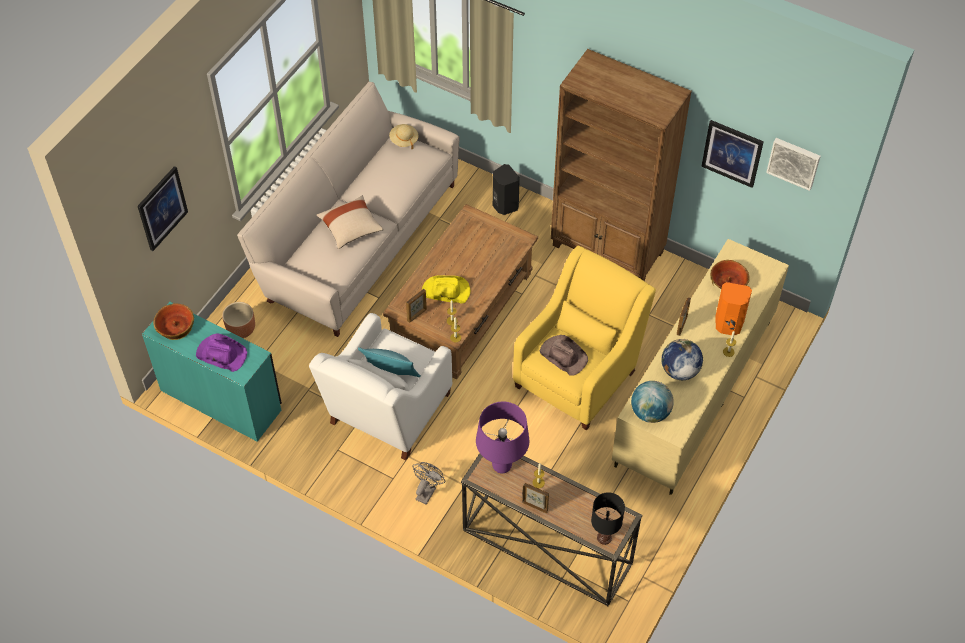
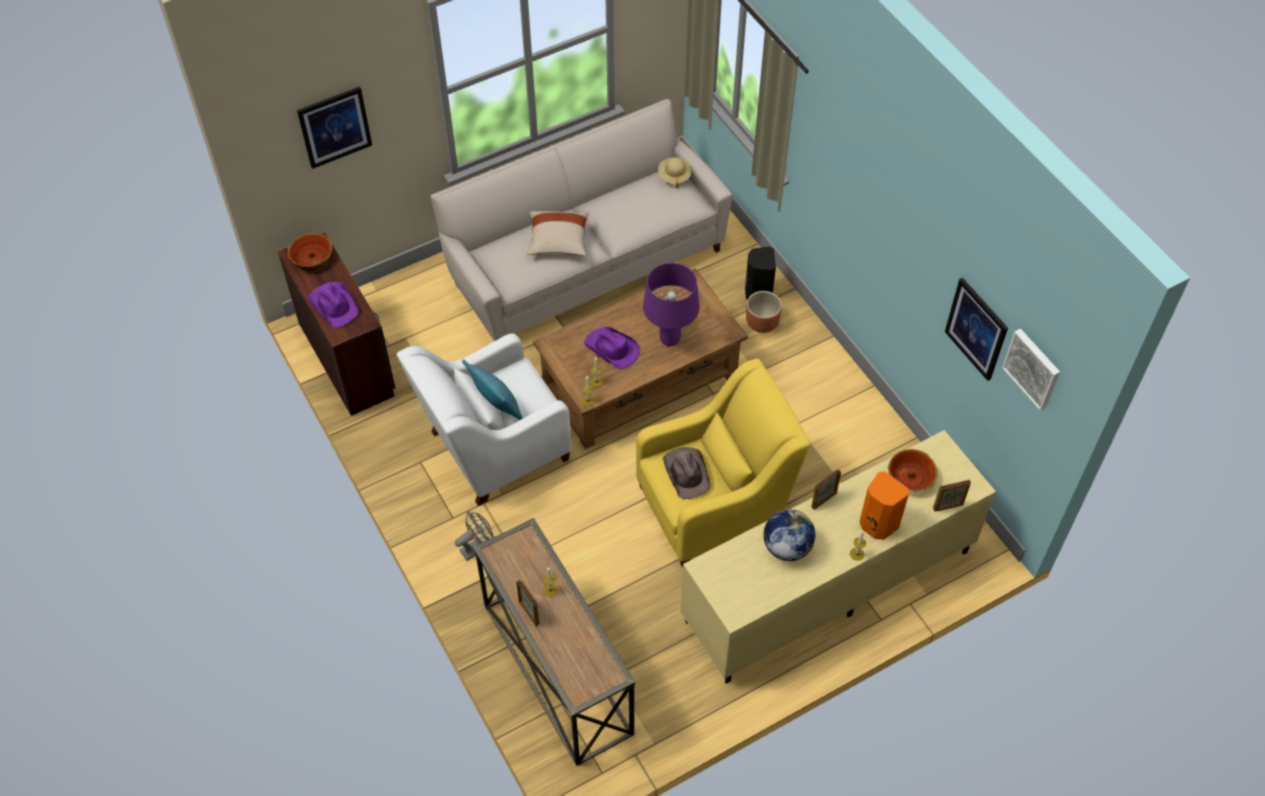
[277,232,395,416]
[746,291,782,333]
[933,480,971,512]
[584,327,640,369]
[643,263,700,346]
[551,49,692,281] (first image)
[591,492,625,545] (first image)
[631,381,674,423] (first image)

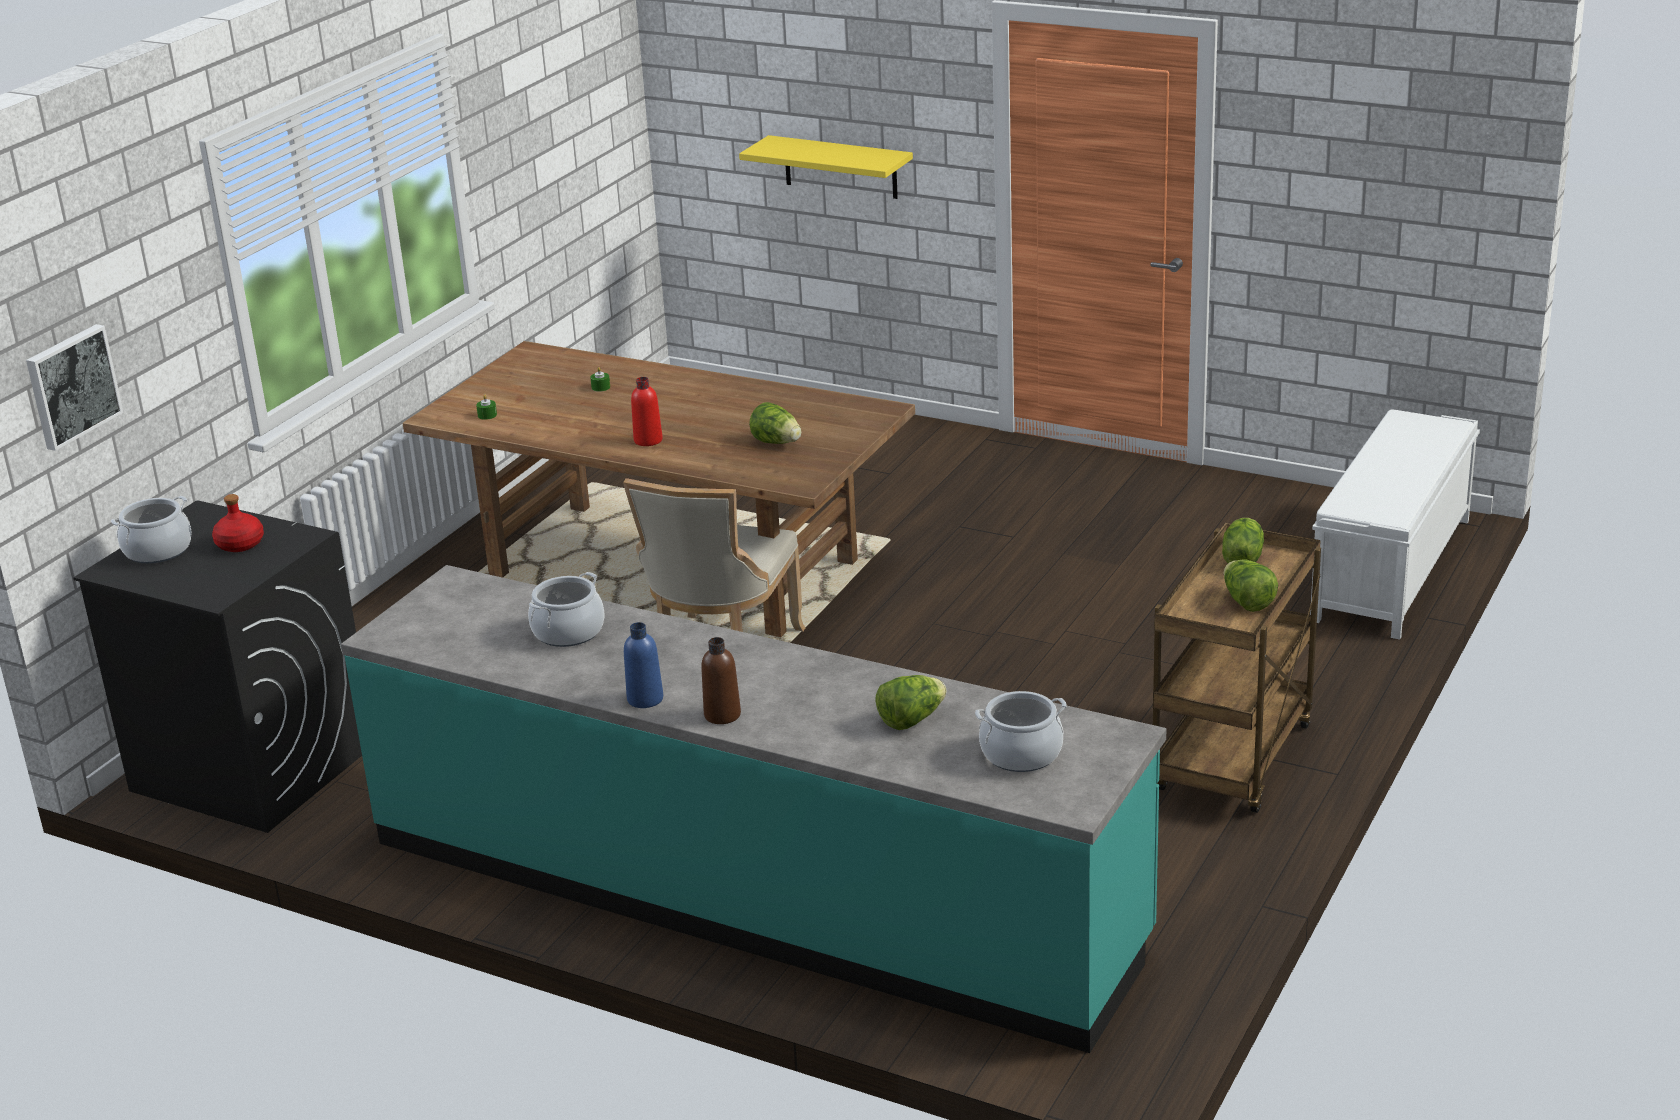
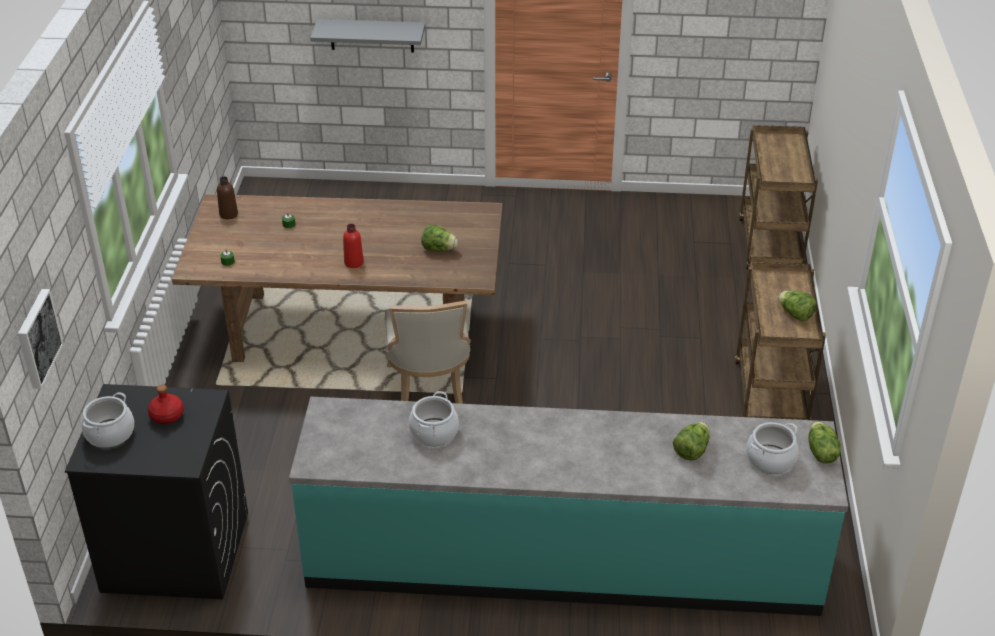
[624,622,663,708] (first image)
[217,176,238,219]
[310,19,425,53]
[808,421,841,464]
[739,125,818,269]

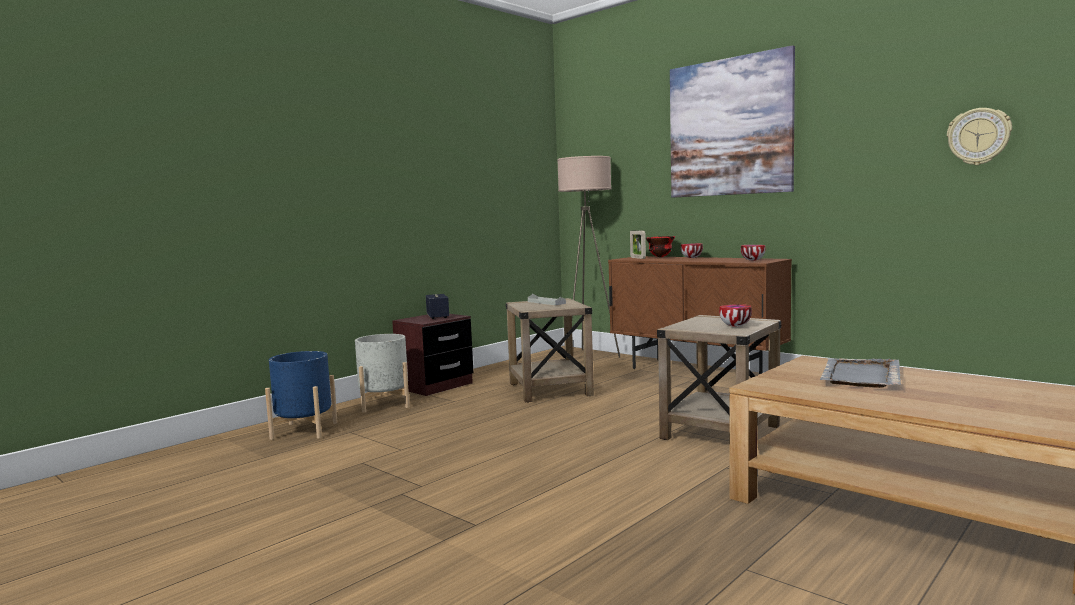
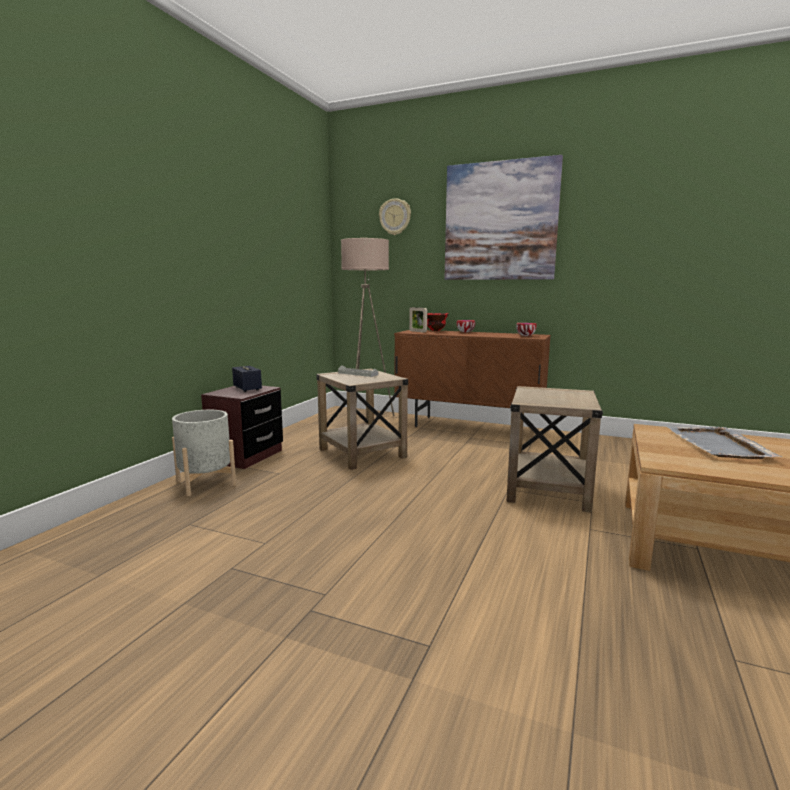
[265,351,338,440] (first image)
[719,304,752,327] (first image)
[379,198,411,235]

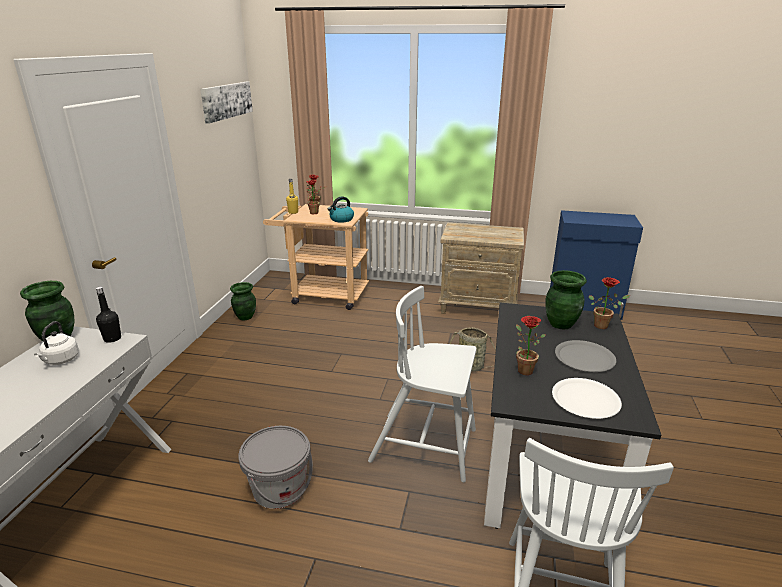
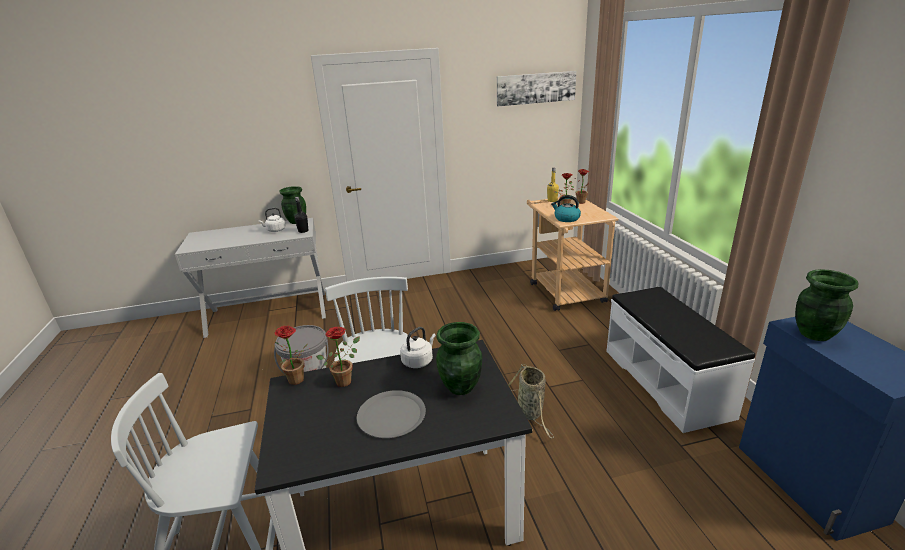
[795,269,859,341]
[606,287,755,433]
[552,378,622,419] (first image)
[274,326,308,385]
[400,327,436,368]

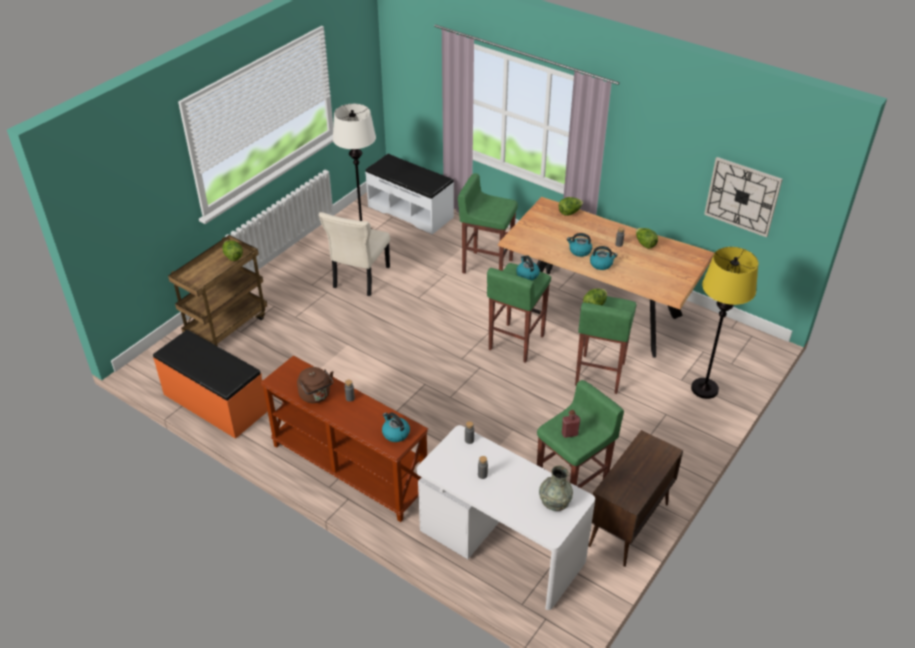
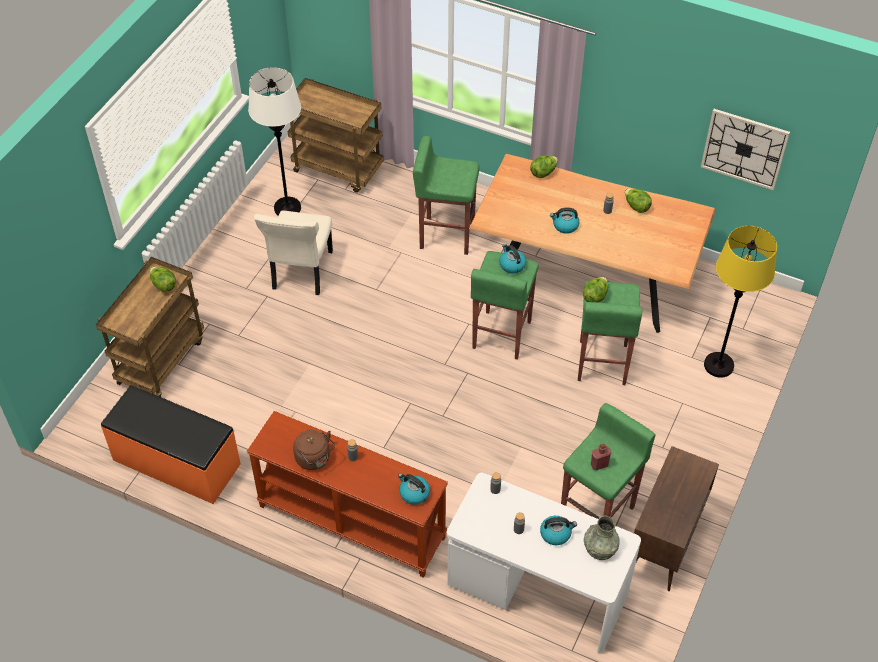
[288,78,384,193]
[540,516,577,545]

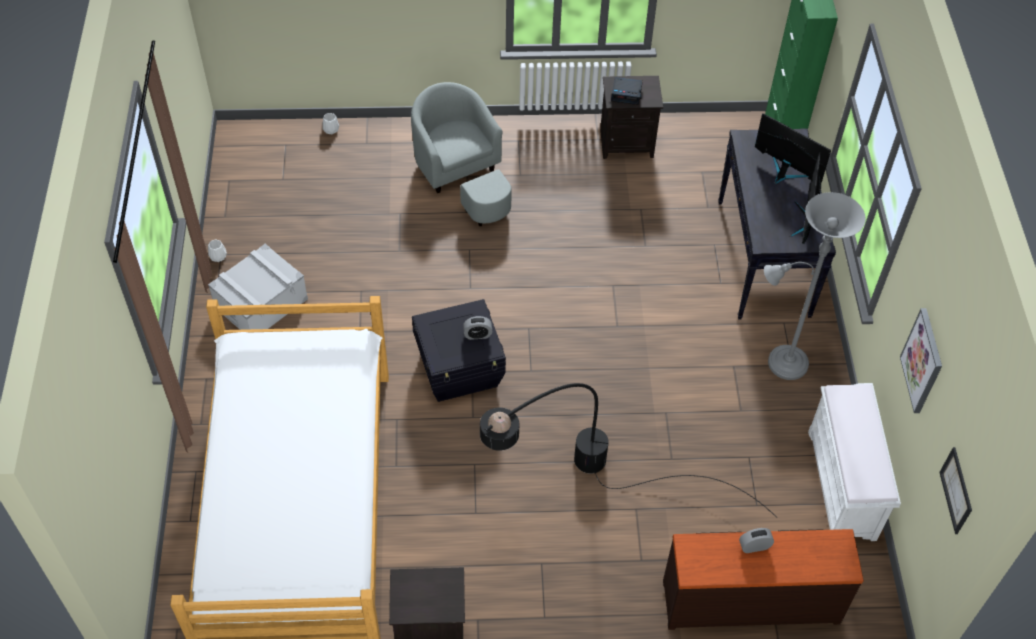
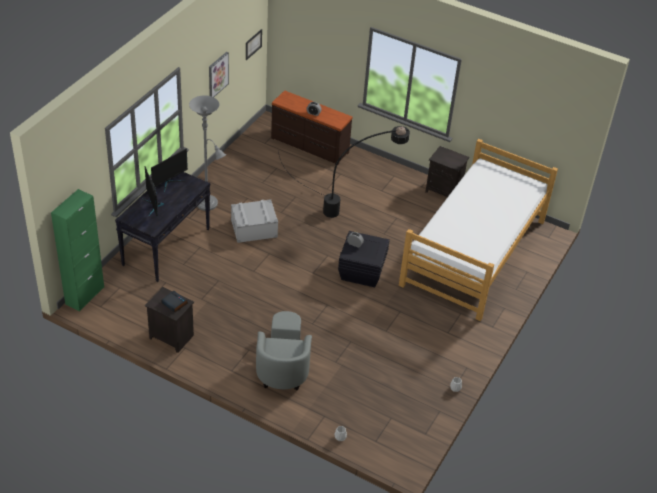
[231,199,278,243]
[808,383,901,541] (first image)

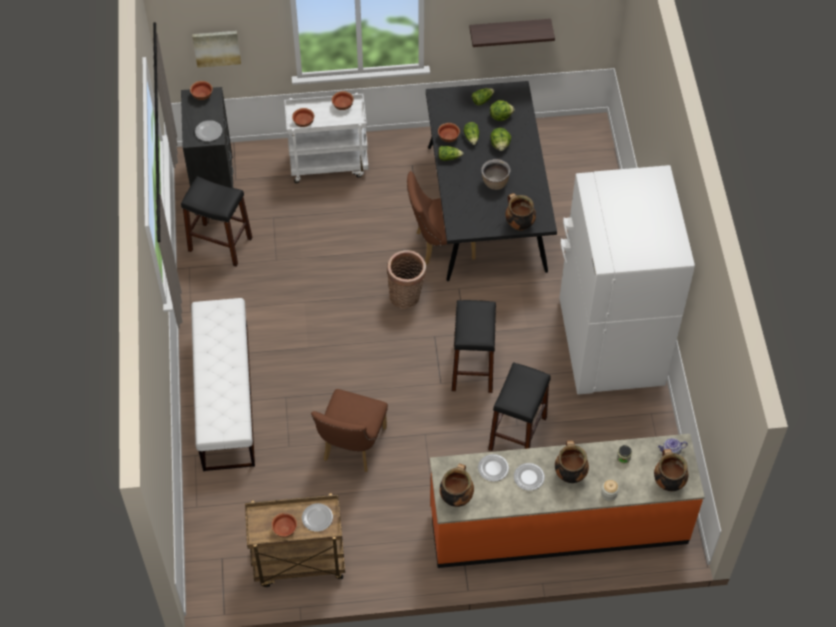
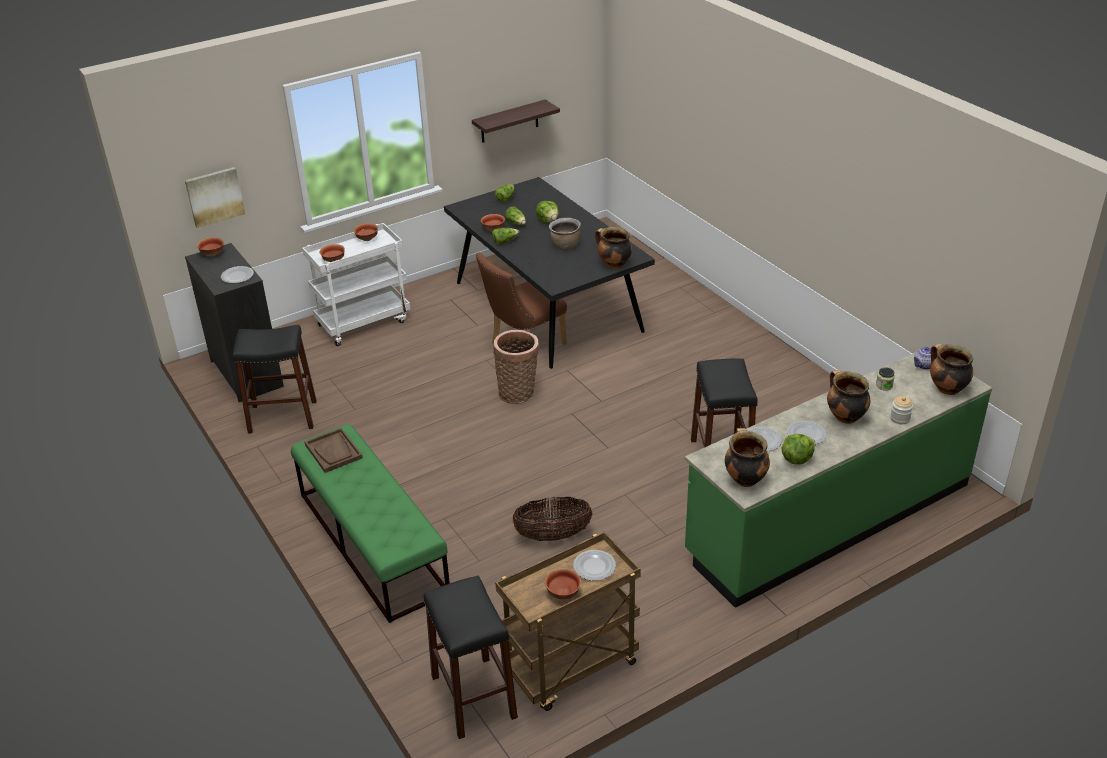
[291,424,450,623]
[512,497,593,541]
[685,352,993,608]
[424,575,518,739]
[781,434,815,465]
[559,165,695,395] (first image)
[304,428,363,473]

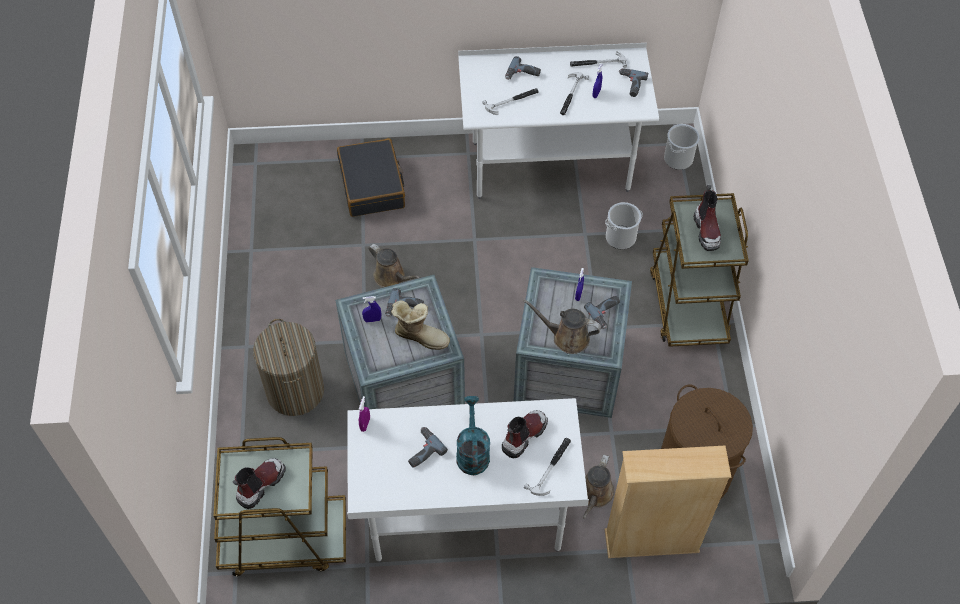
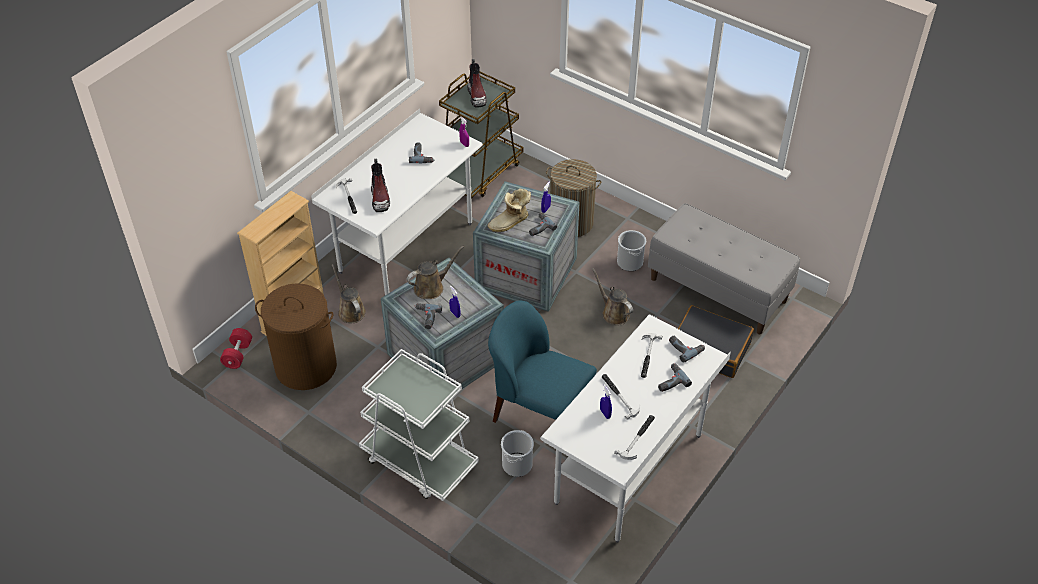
[592,268,633,325]
[456,396,490,475] (first image)
[669,336,705,363]
[359,349,479,501]
[617,230,646,271]
[693,185,721,251] (first image)
[220,328,252,369]
[488,300,597,423]
[648,203,800,334]

